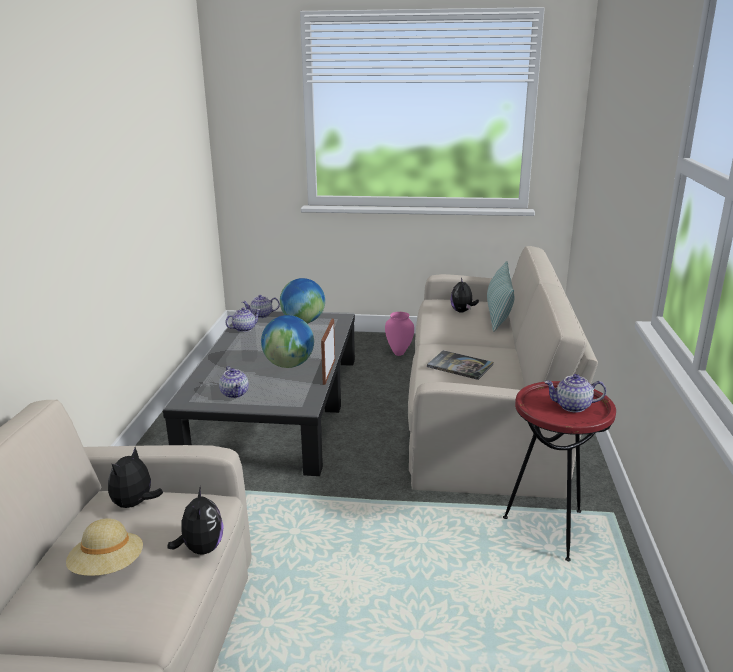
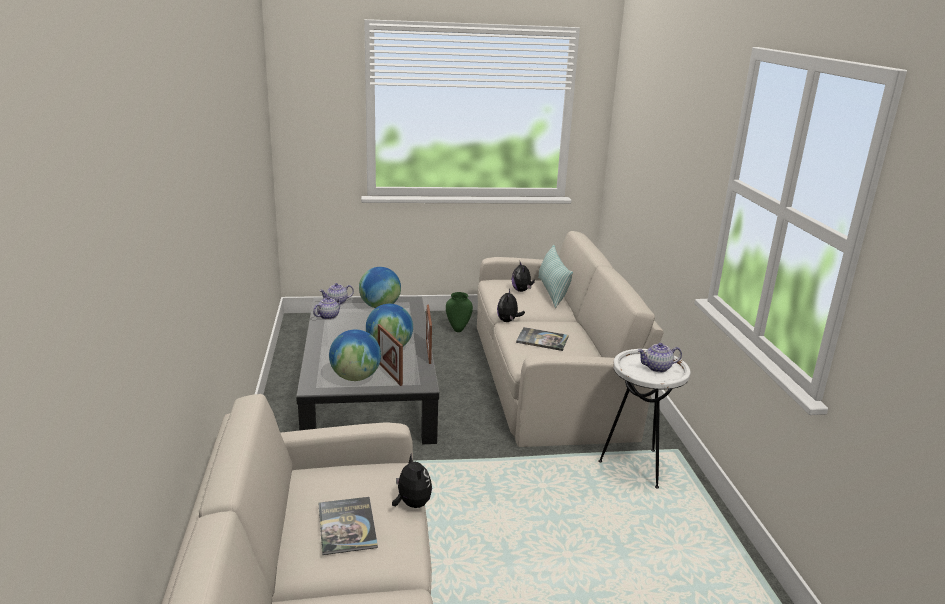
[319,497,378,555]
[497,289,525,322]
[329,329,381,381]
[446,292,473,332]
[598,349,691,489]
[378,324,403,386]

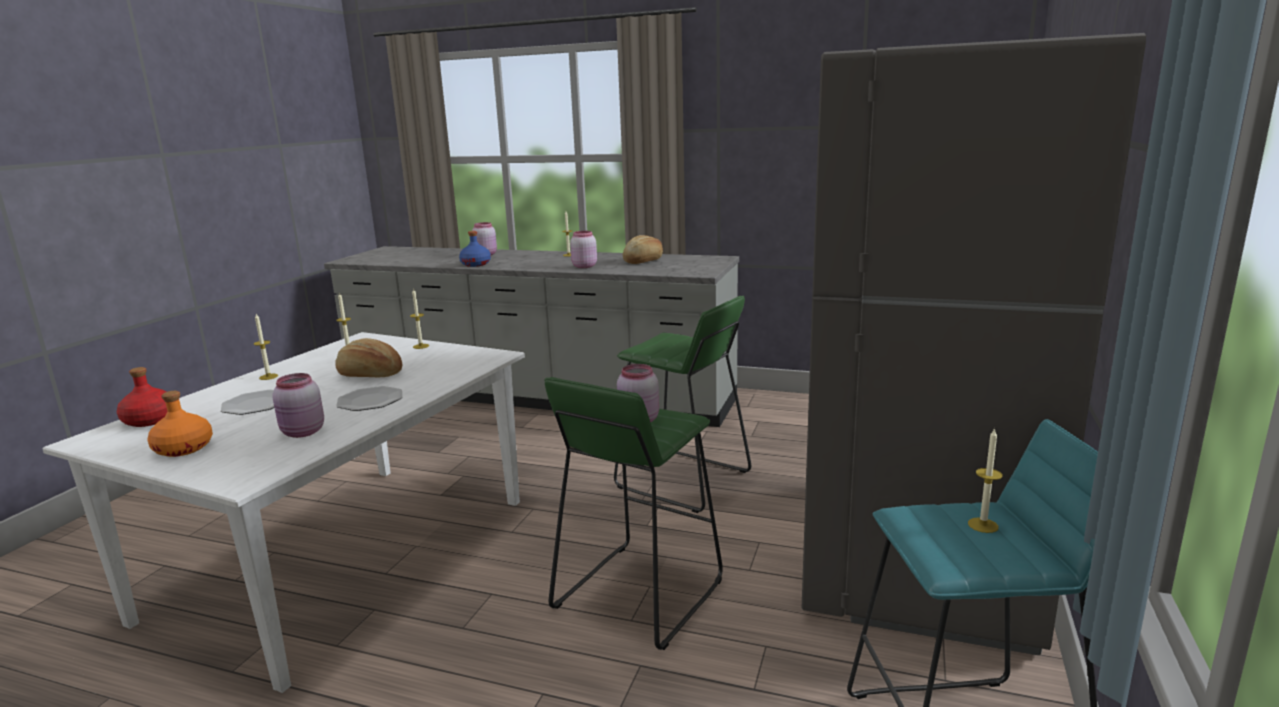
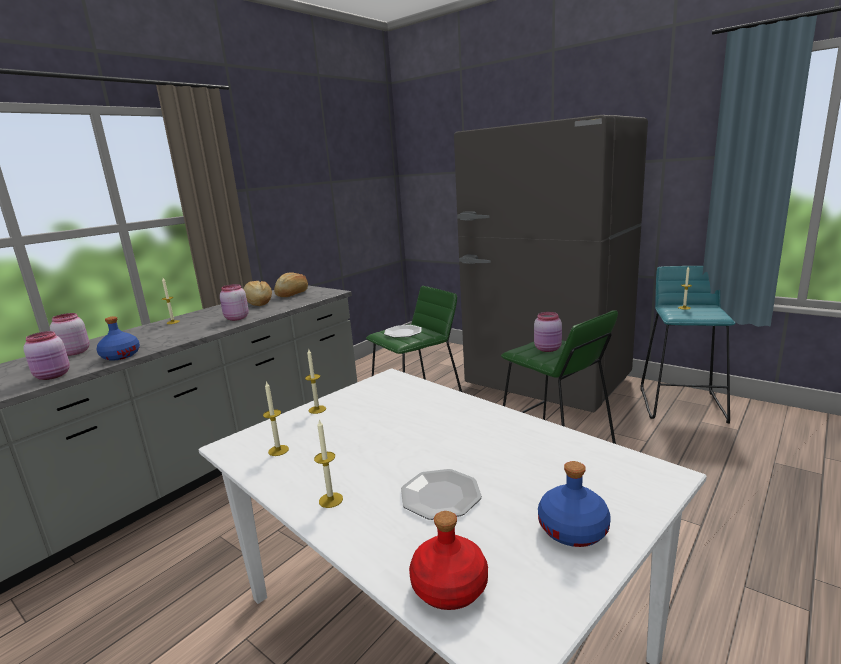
[538,461,611,547]
[23,331,70,380]
[274,272,308,297]
[384,325,422,338]

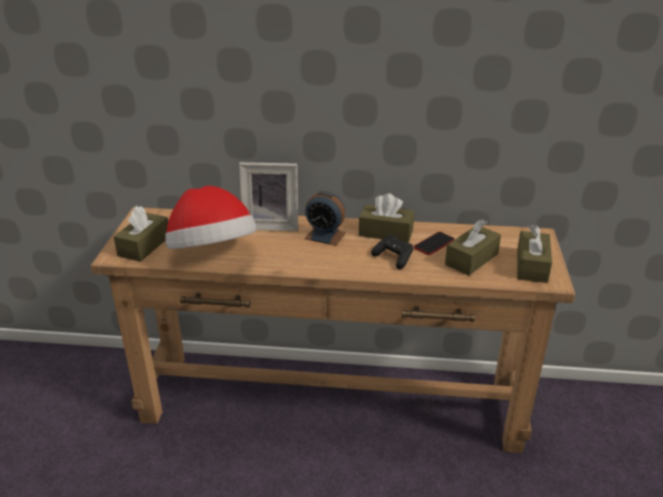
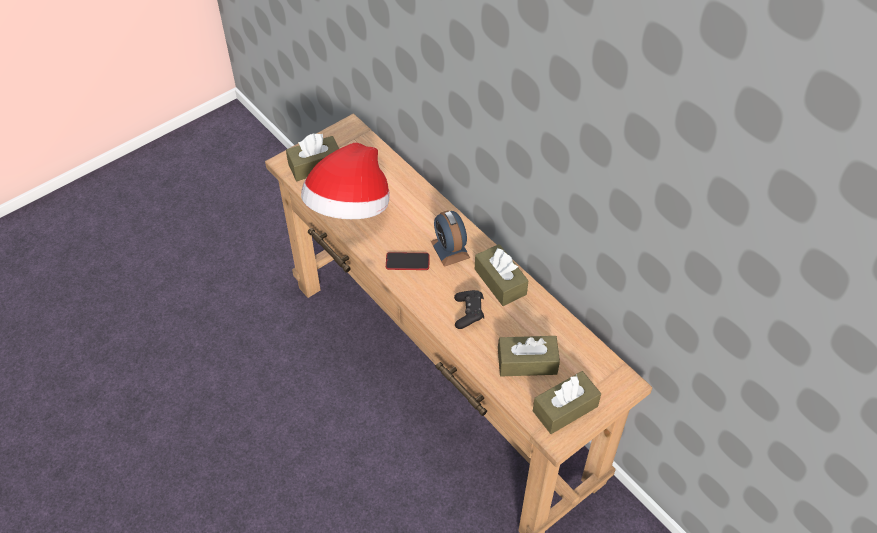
[239,162,298,231] (first image)
[386,252,430,270]

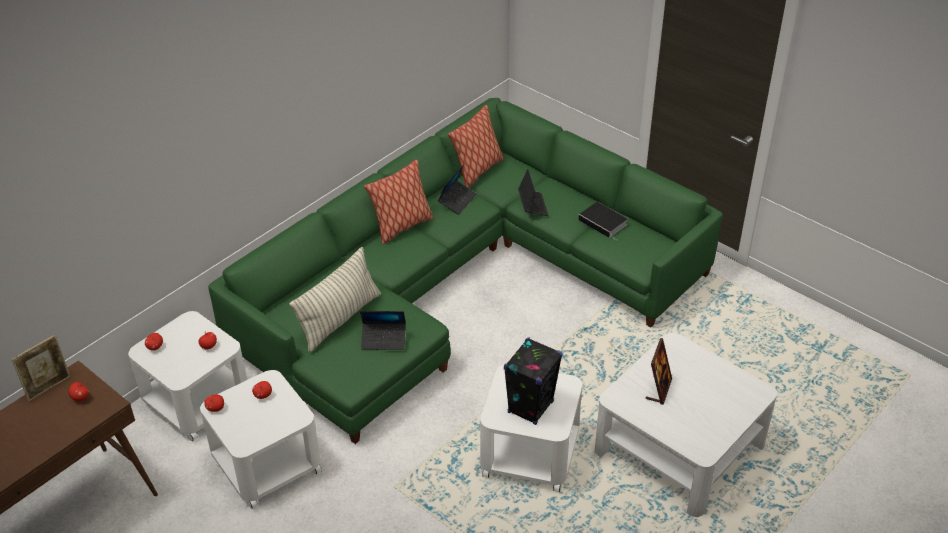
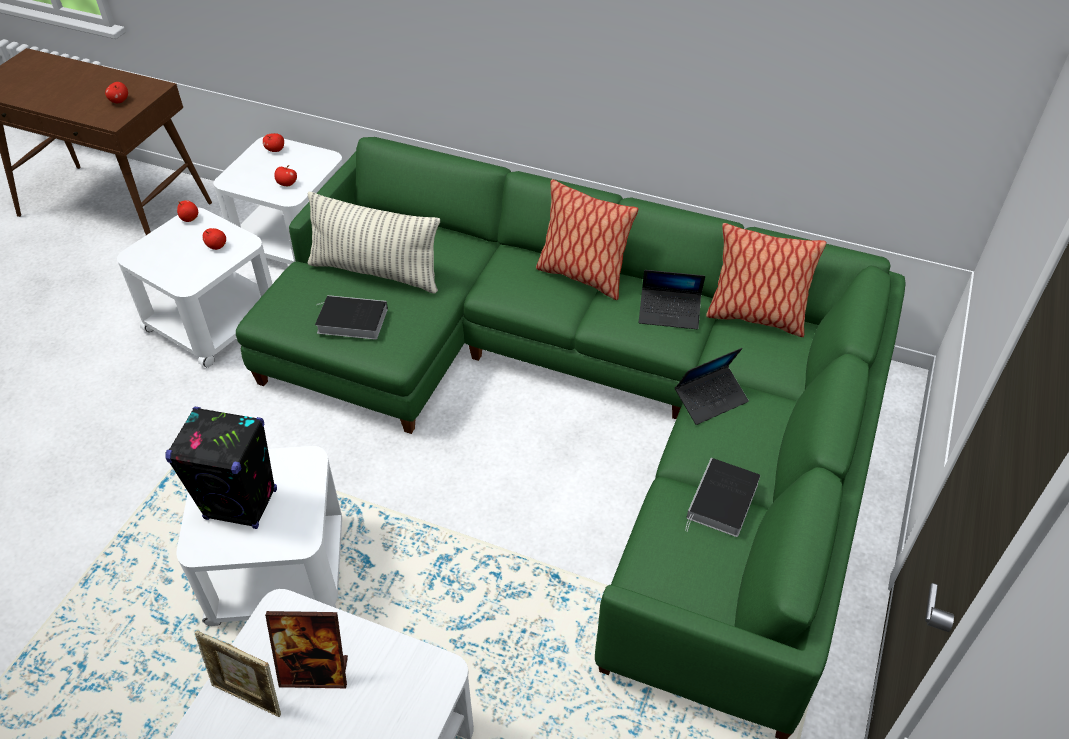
[195,630,281,717]
[315,295,388,340]

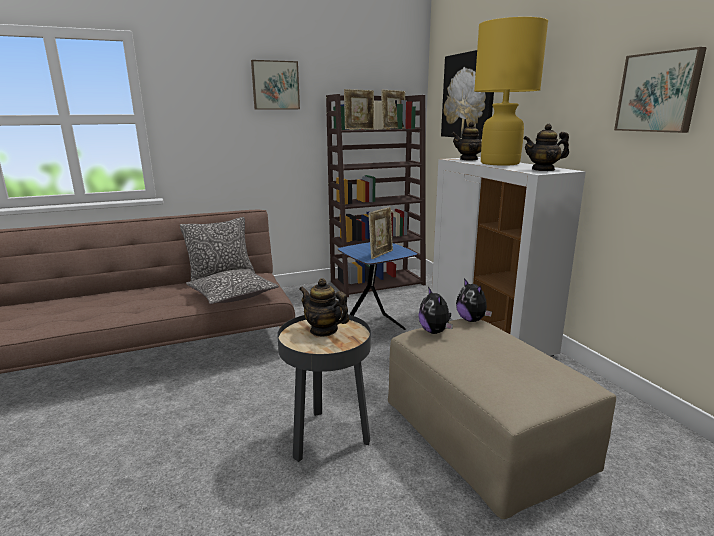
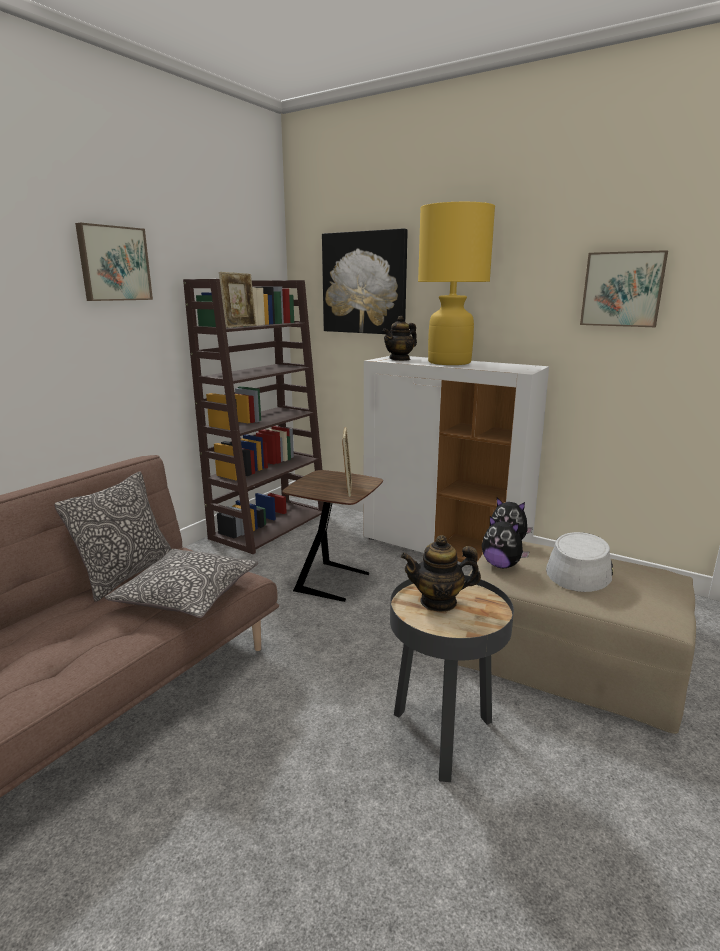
[282,470,383,602]
[381,90,406,129] (first image)
[523,124,569,171] (first image)
[546,532,613,592]

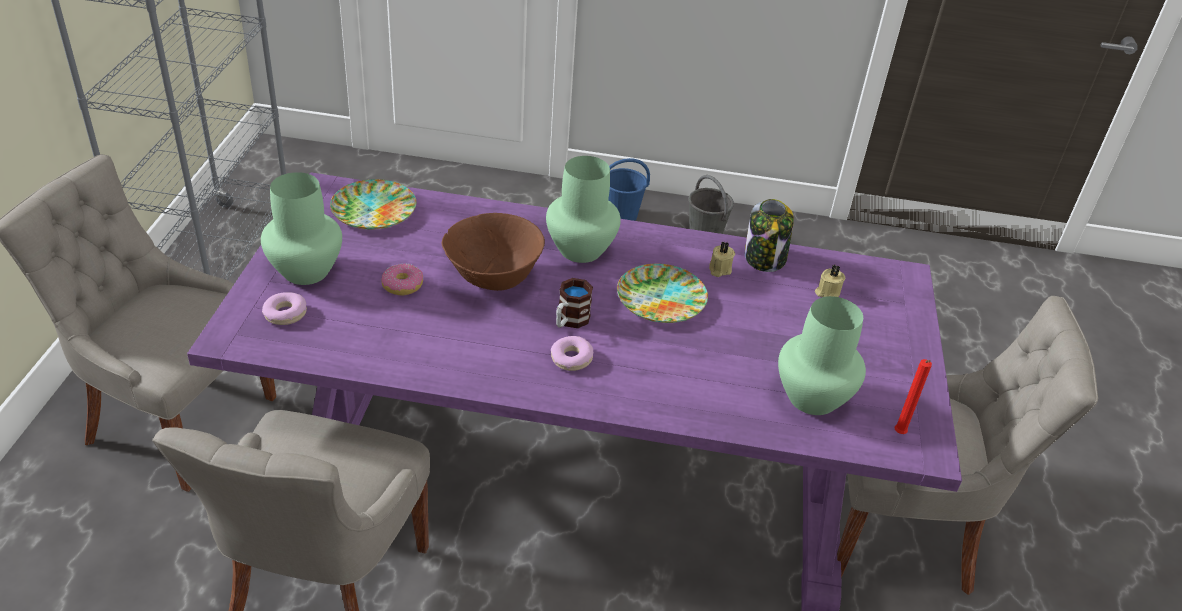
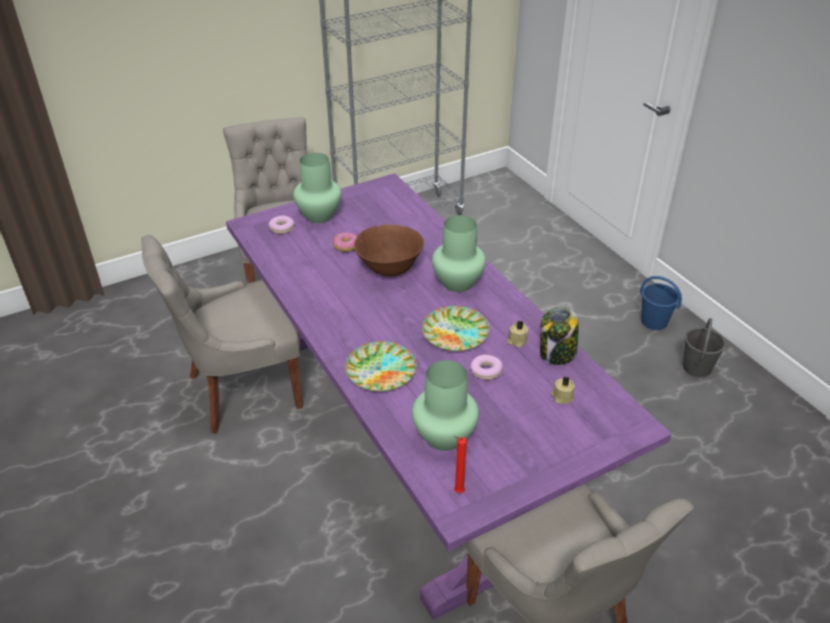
[345,341,417,392]
[470,355,503,380]
[556,278,593,328] (first image)

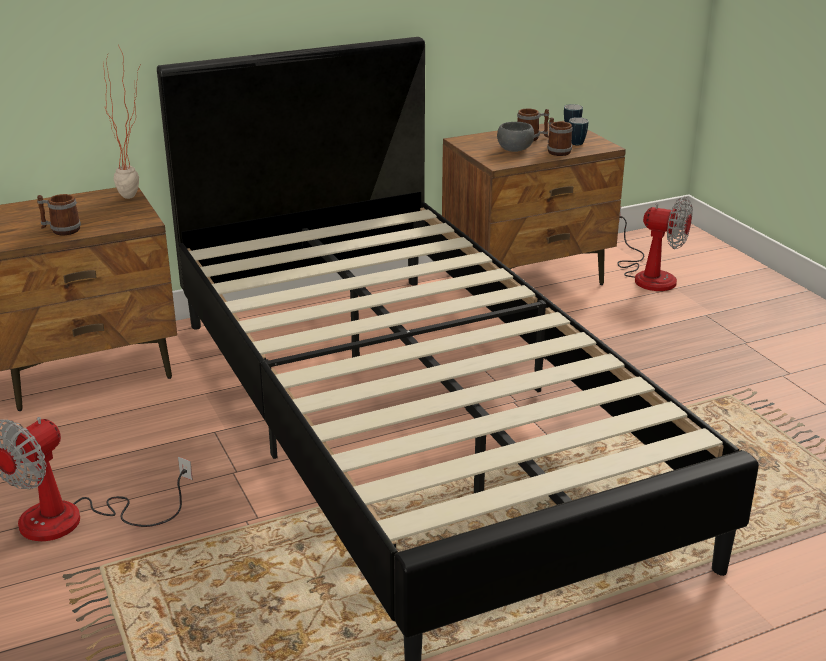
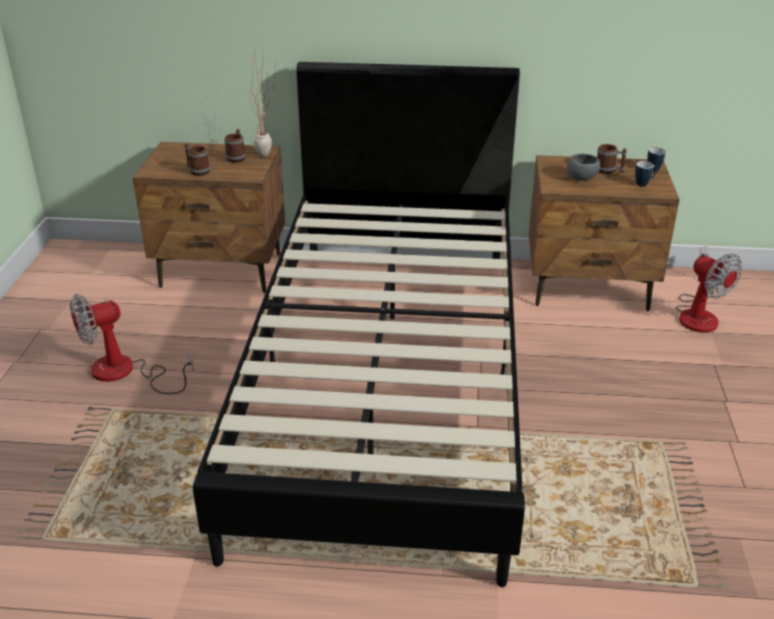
[224,129,246,163]

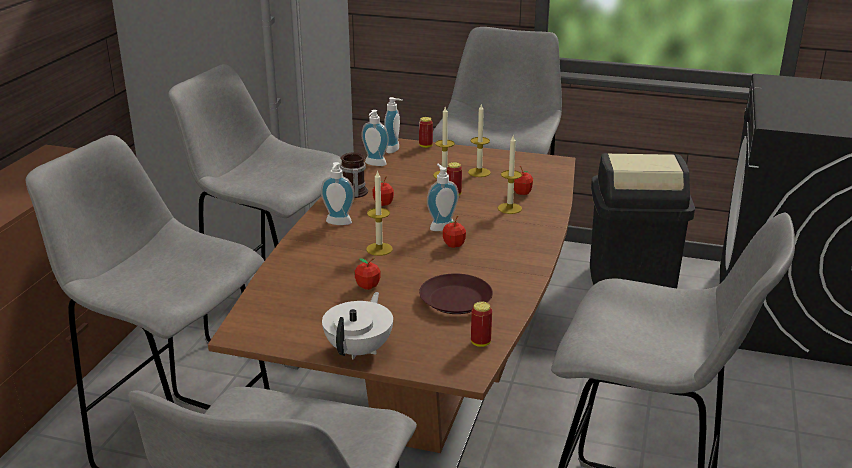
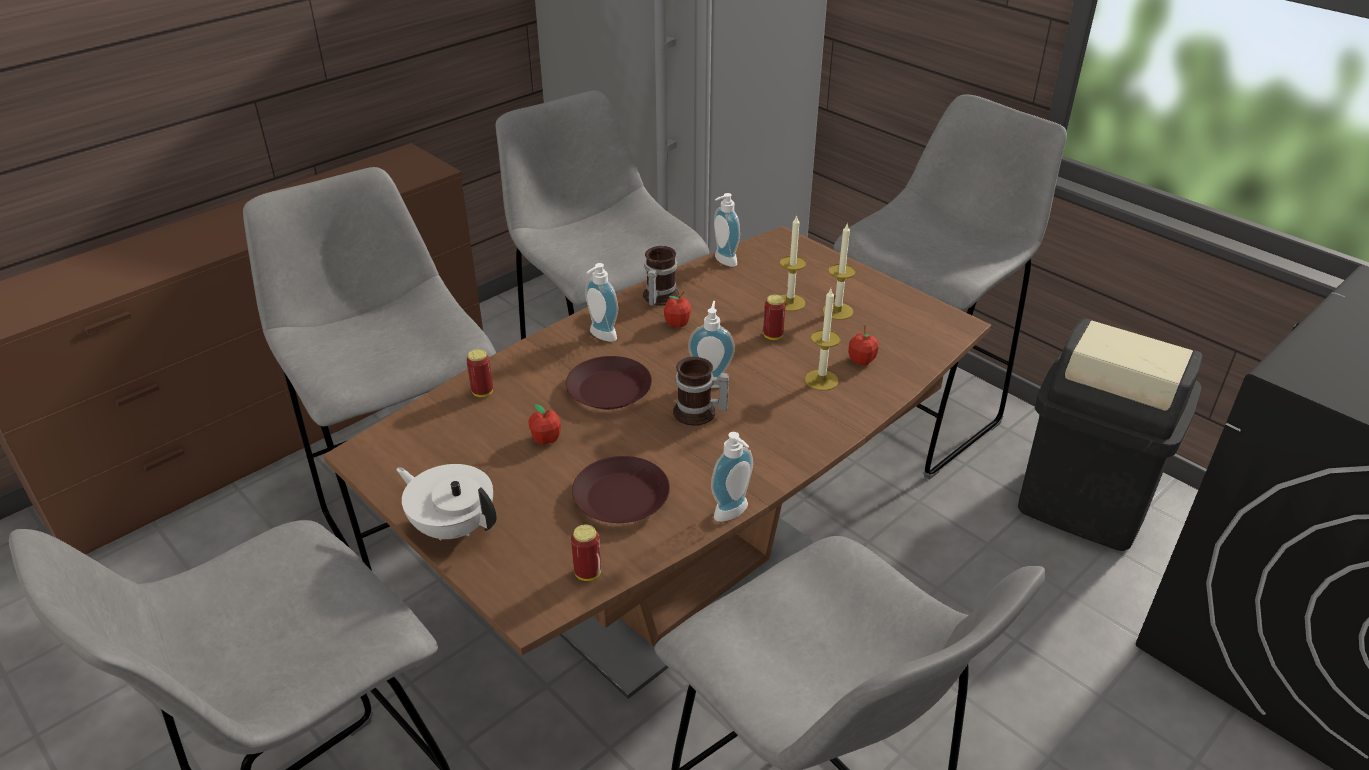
[396,464,496,540]
[566,356,652,409]
[711,432,753,522]
[466,349,493,397]
[673,357,729,426]

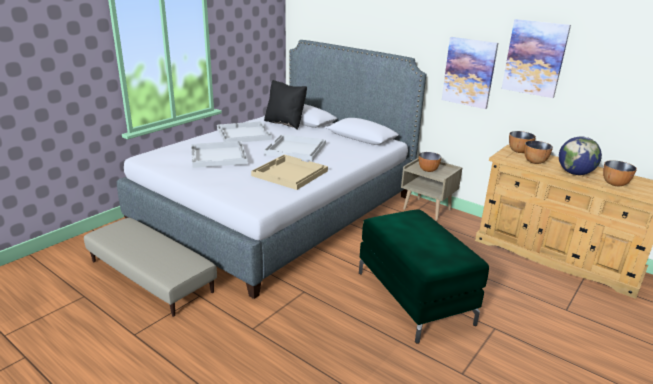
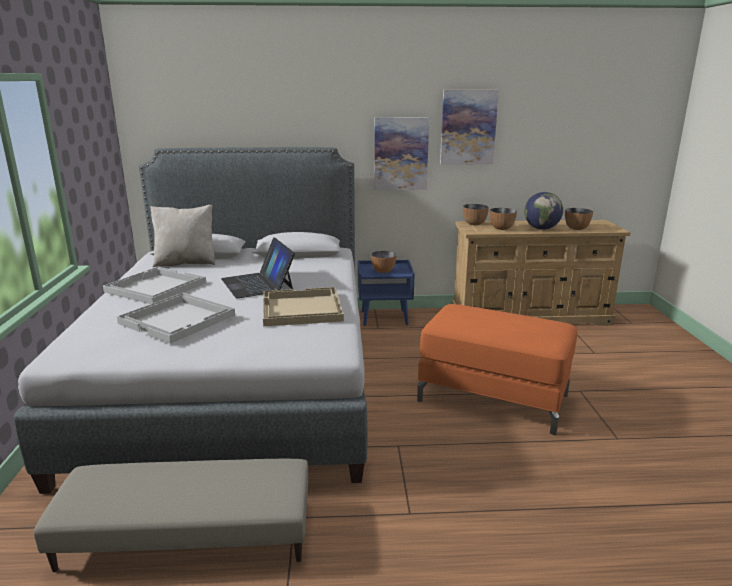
[150,205,215,267]
[221,238,295,298]
[417,304,577,435]
[358,260,415,326]

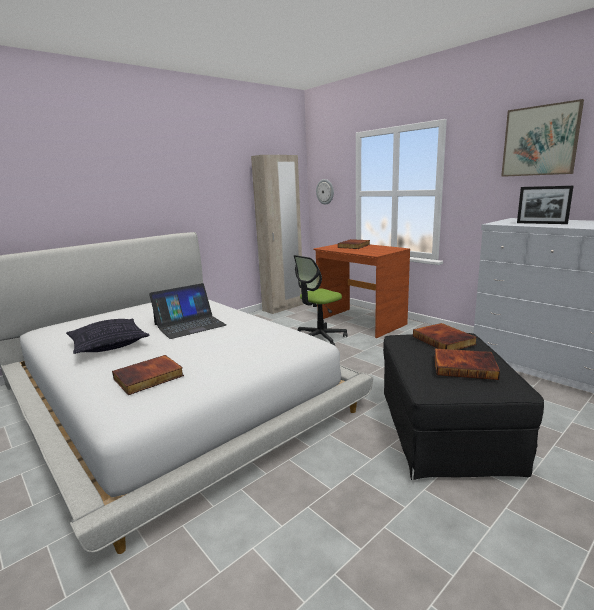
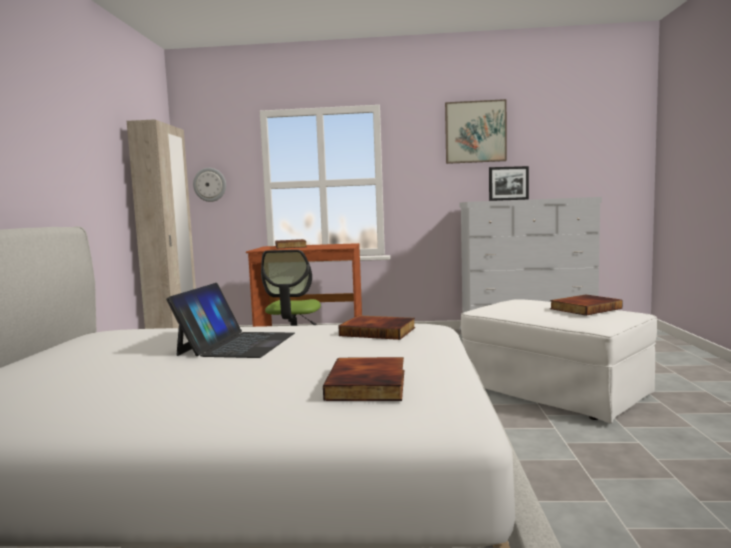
[66,319,150,354] (first image)
[461,299,657,424]
[338,315,415,340]

